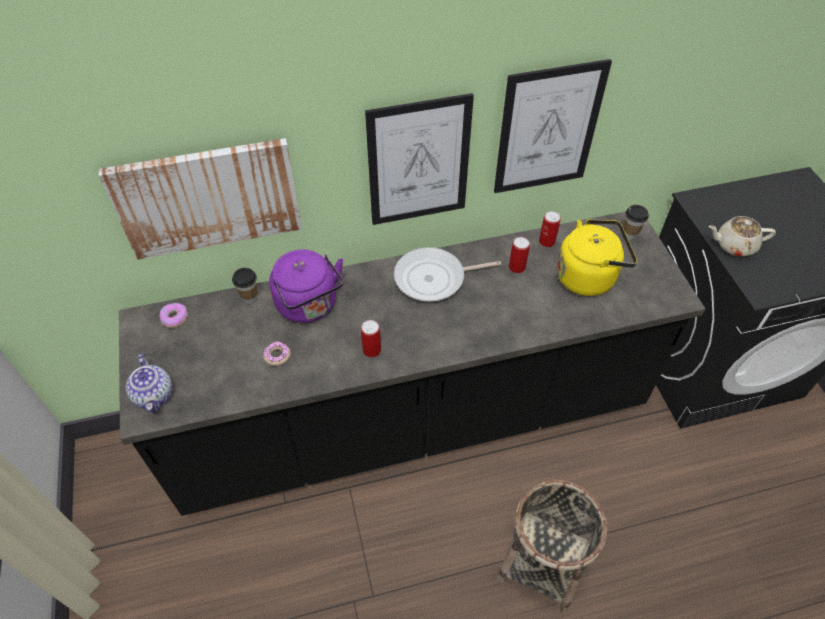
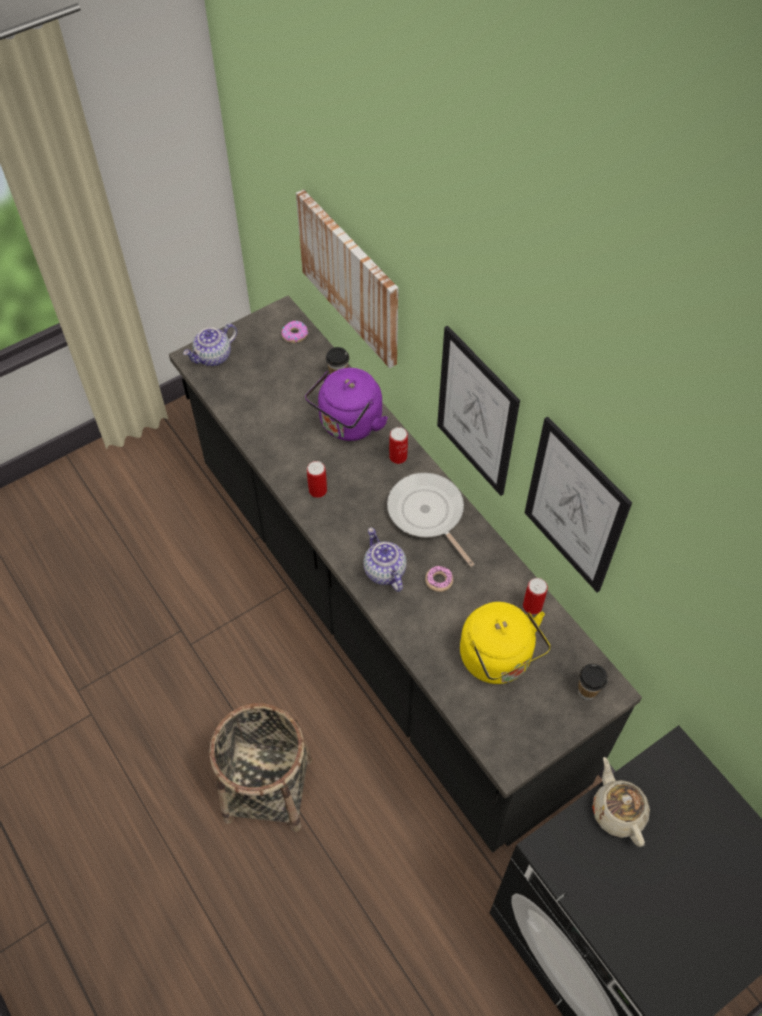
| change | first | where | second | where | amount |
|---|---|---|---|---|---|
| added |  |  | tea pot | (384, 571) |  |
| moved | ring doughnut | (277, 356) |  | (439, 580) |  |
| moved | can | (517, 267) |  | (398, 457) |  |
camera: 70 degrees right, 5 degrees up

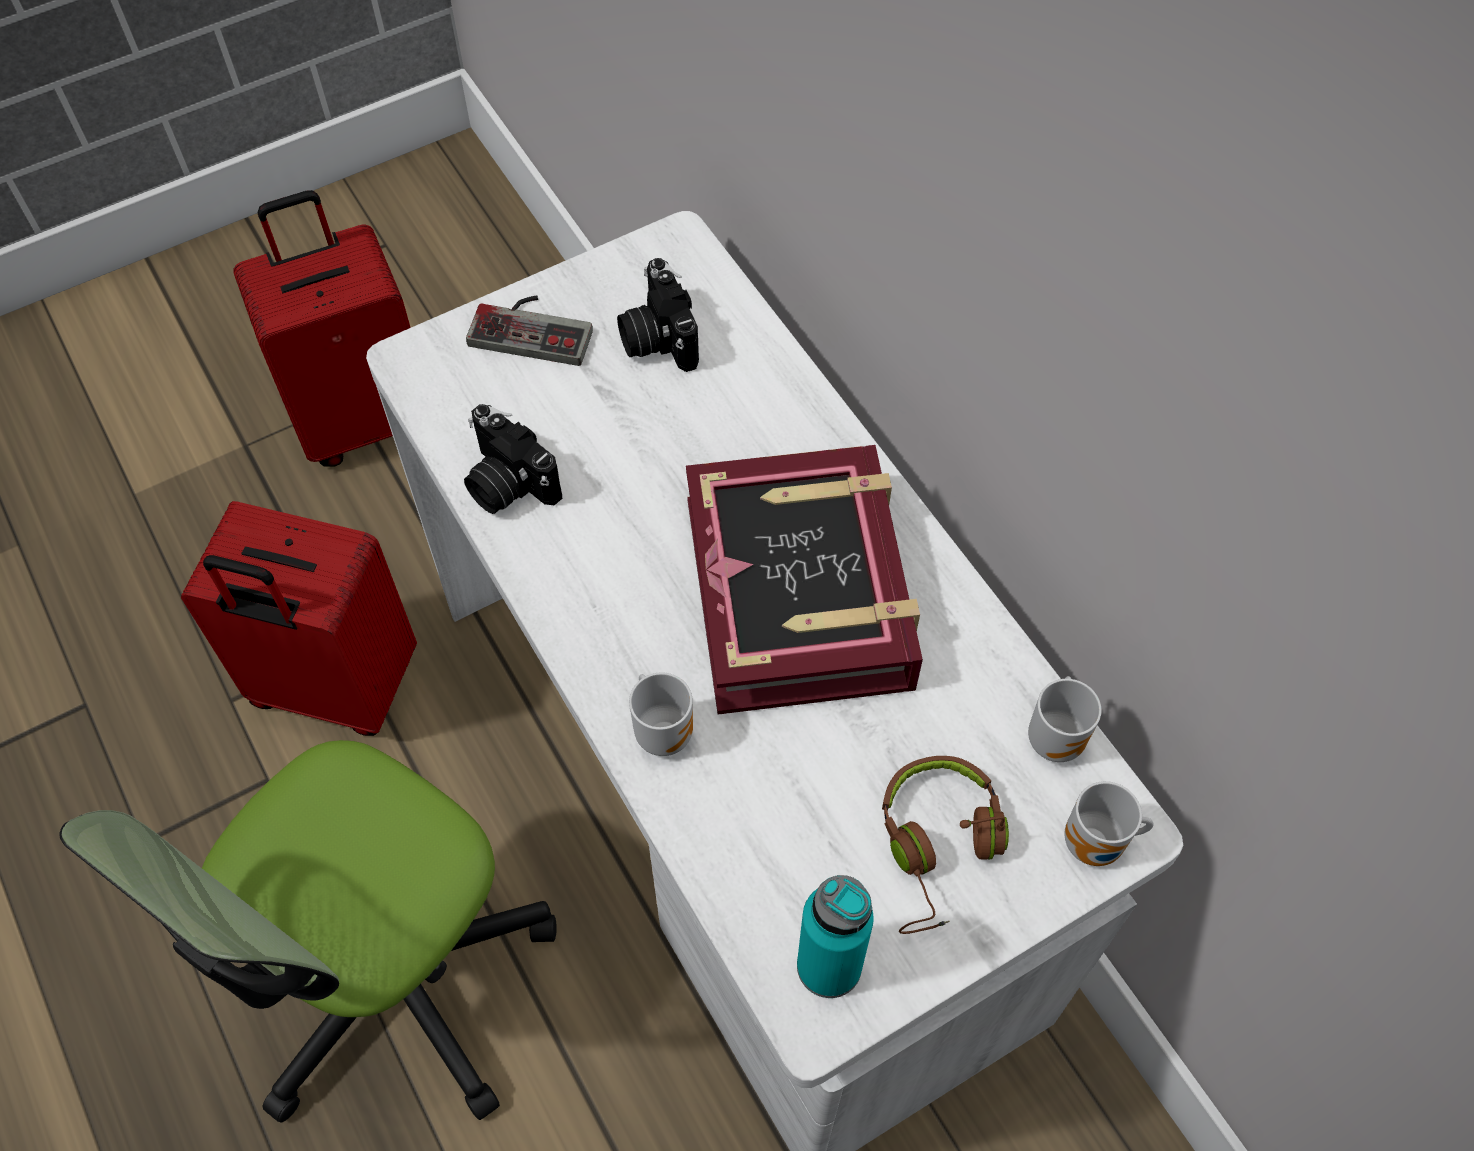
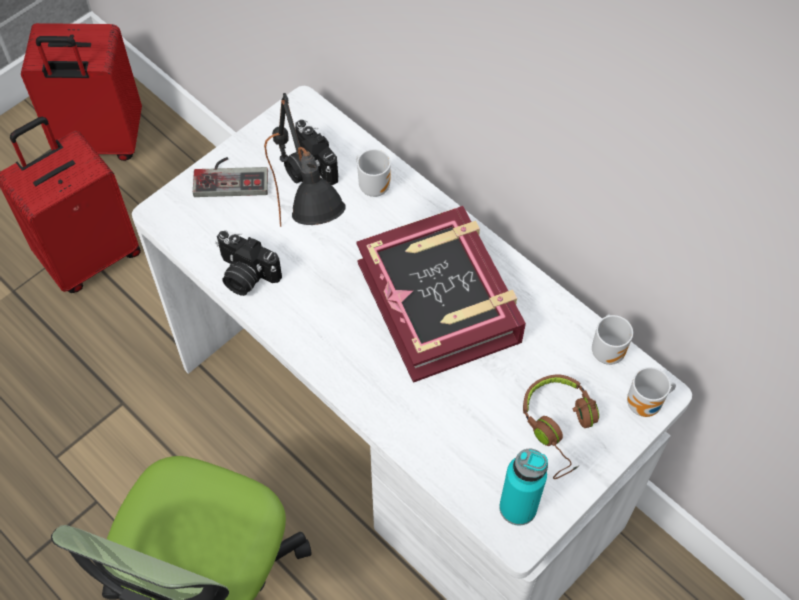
| change | first | where | second | where | amount |
|---|---|---|---|---|---|
| added |  |  | black lamp for a table | (312, 260) |  |
| moved | red-coloured travel case | (334, 688) |  | (99, 142) |  |
| moved | coffee mug | (664, 730) |  | (374, 186) |  |
camera: 15 degrees left, 0 degrees up

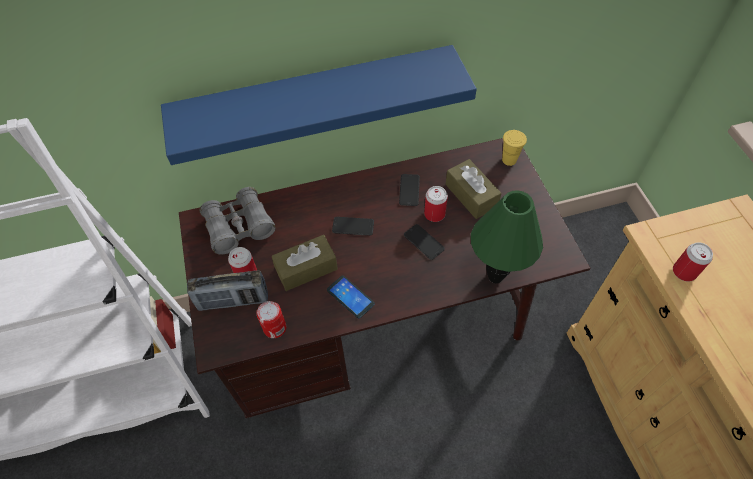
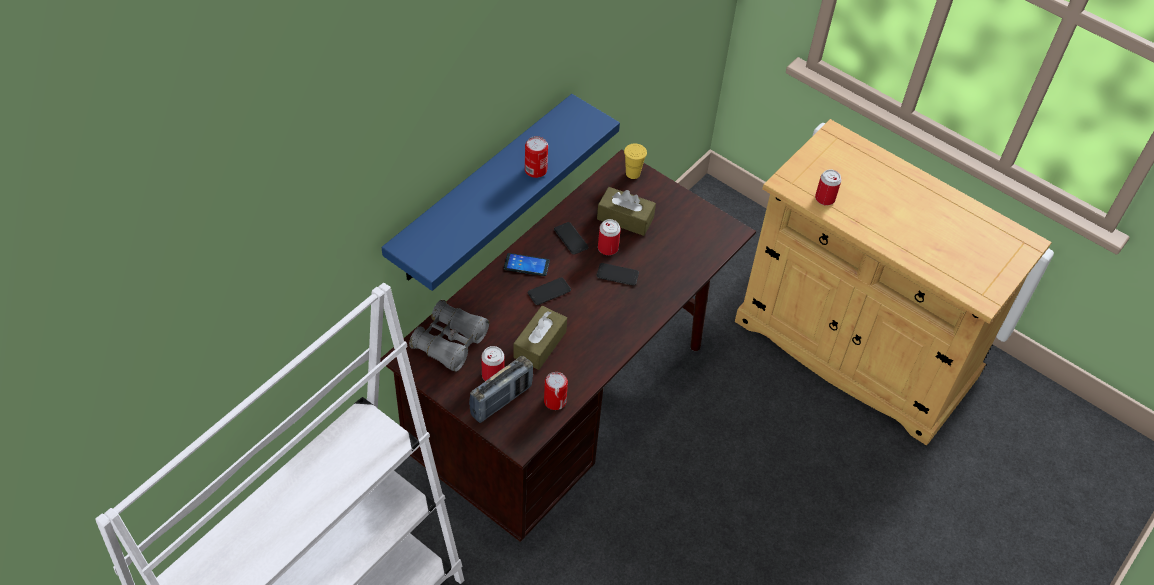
| change | first | where | second | where | amount |
|---|---|---|---|---|---|
| removed | green-coloured lamp for a table | (496, 276) |  |  |  |
| added |  |  | can | (535, 170) |  |
| moved | handset | (350, 297) |  | (526, 265) |  |
camera: 40 degrees left, 5 degrees down

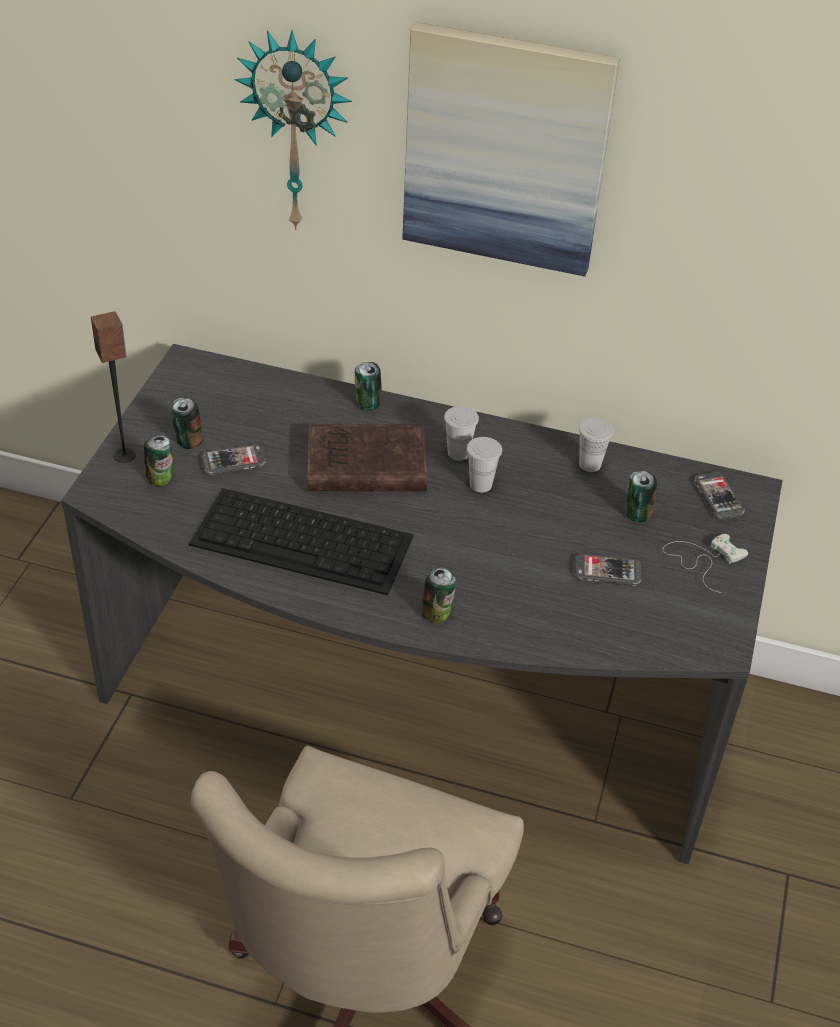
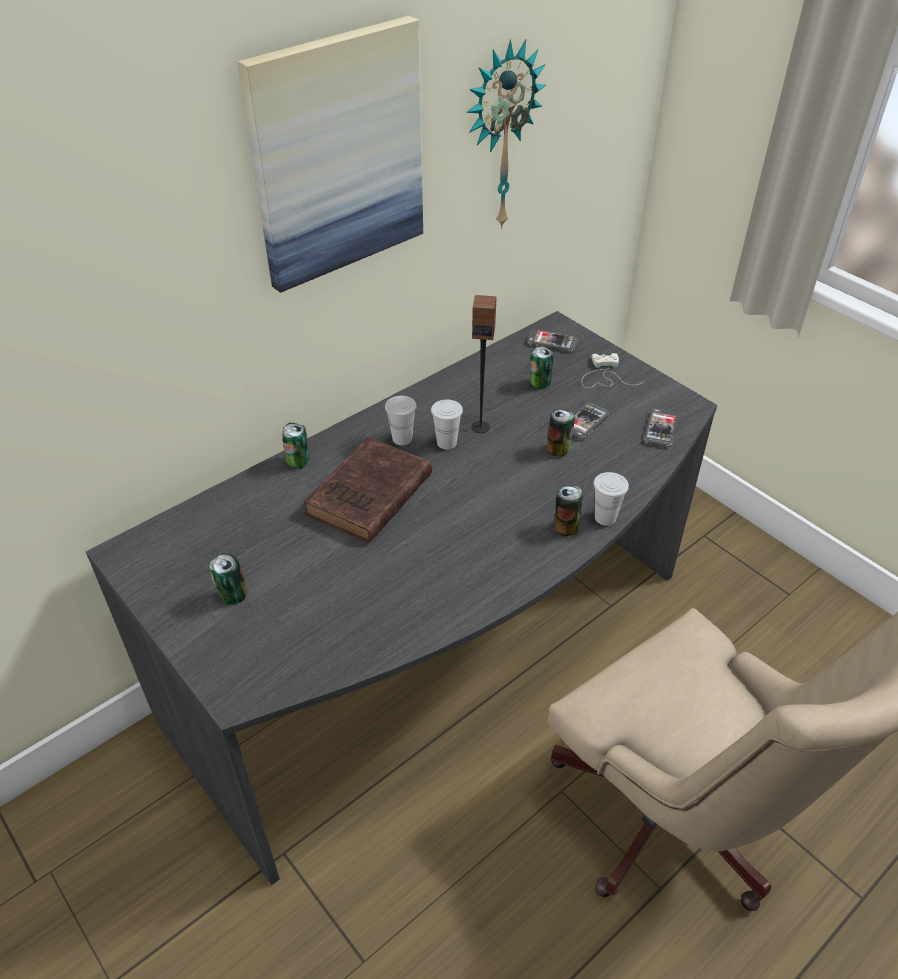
| change | first | where | second | where | amount |
|---|---|---|---|---|---|
| removed | keyboard | (304, 540) |  |  |  |
| moved | audio speaker | (125, 455) |  | (480, 427) |  |
| moved | can | (161, 479) |  | (558, 449) |  |
| moved | handset | (233, 461) |  | (660, 429) |  |
| moved | hanging clock | (297, 131) |  | (499, 138) |  |
| moved | white small cup | (590, 464) |  | (605, 517) |  |
camera: 55 degrees left, 0 degrees up

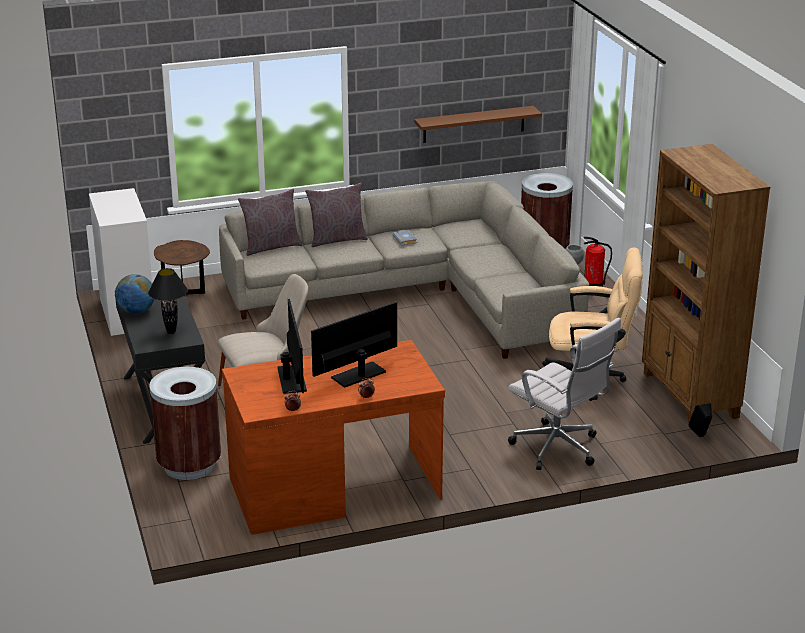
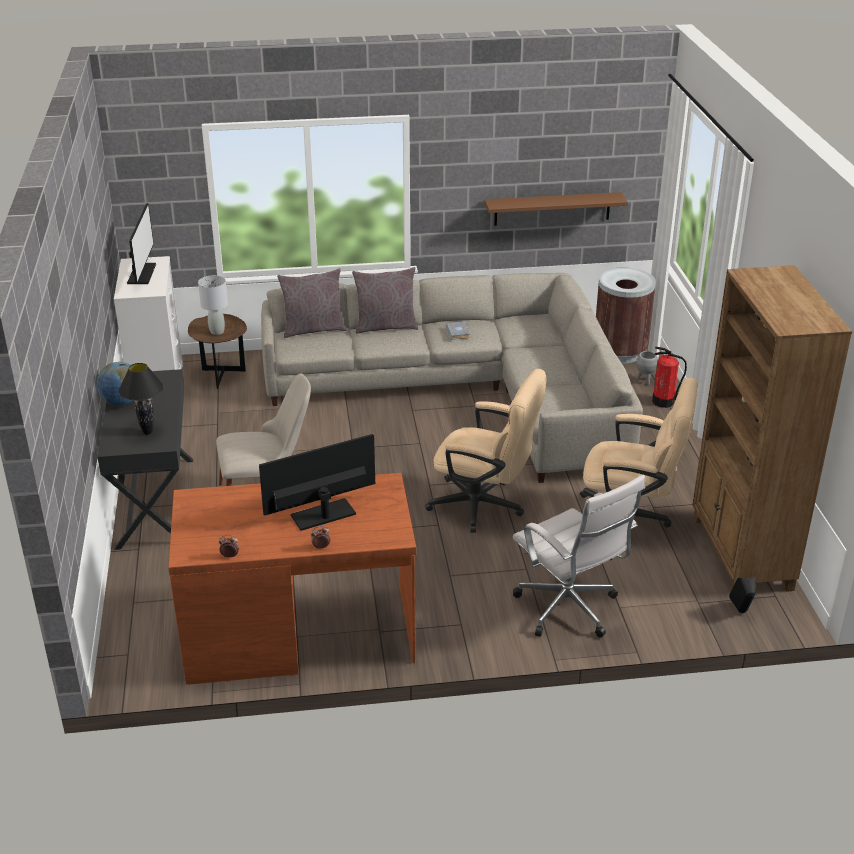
| change | first | where | second | where | amount |
|---|---|---|---|---|---|
| removed | brownish rubbish bin | (189, 465) |  |  |  |
| added |  |  | gray lamp for a table | (217, 331) |  |
| added |  |  | beige desk chair | (484, 506) |  |
| moved | computer screen | (291, 379) |  | (141, 274) |  |
camera: 10 degrees right, 5 degrees up

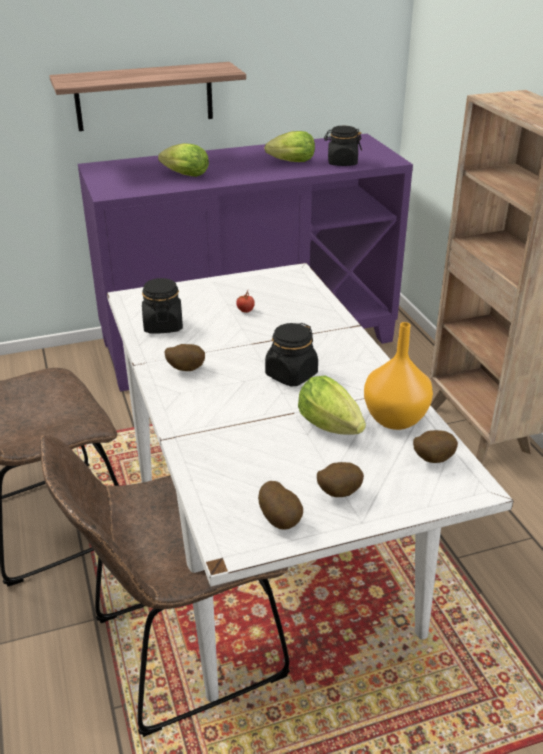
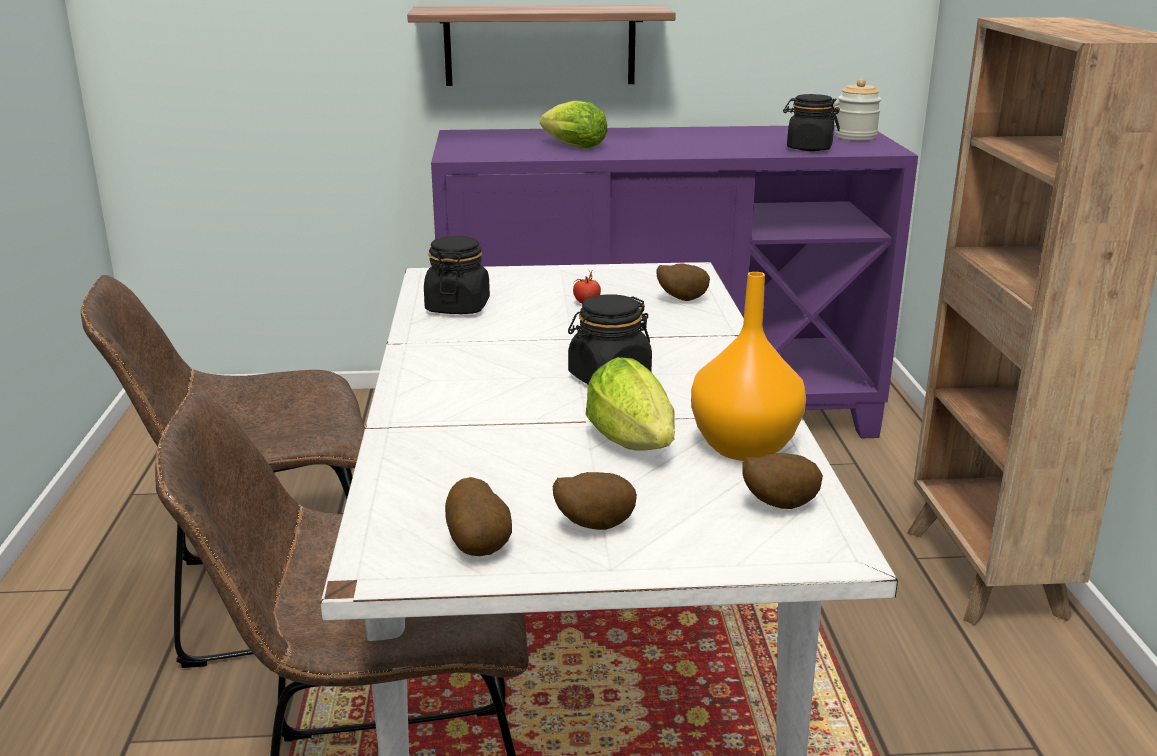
| change | first | where | second | where | amount |
|---|---|---|---|---|---|
| removed | lettuce head | (289, 162) |  |  |  |
| added |  |  | jar | (855, 137) |  |
| moved | potato | (185, 369) |  | (681, 299) |  |
camera: 15 degrees right, 10 degrees down

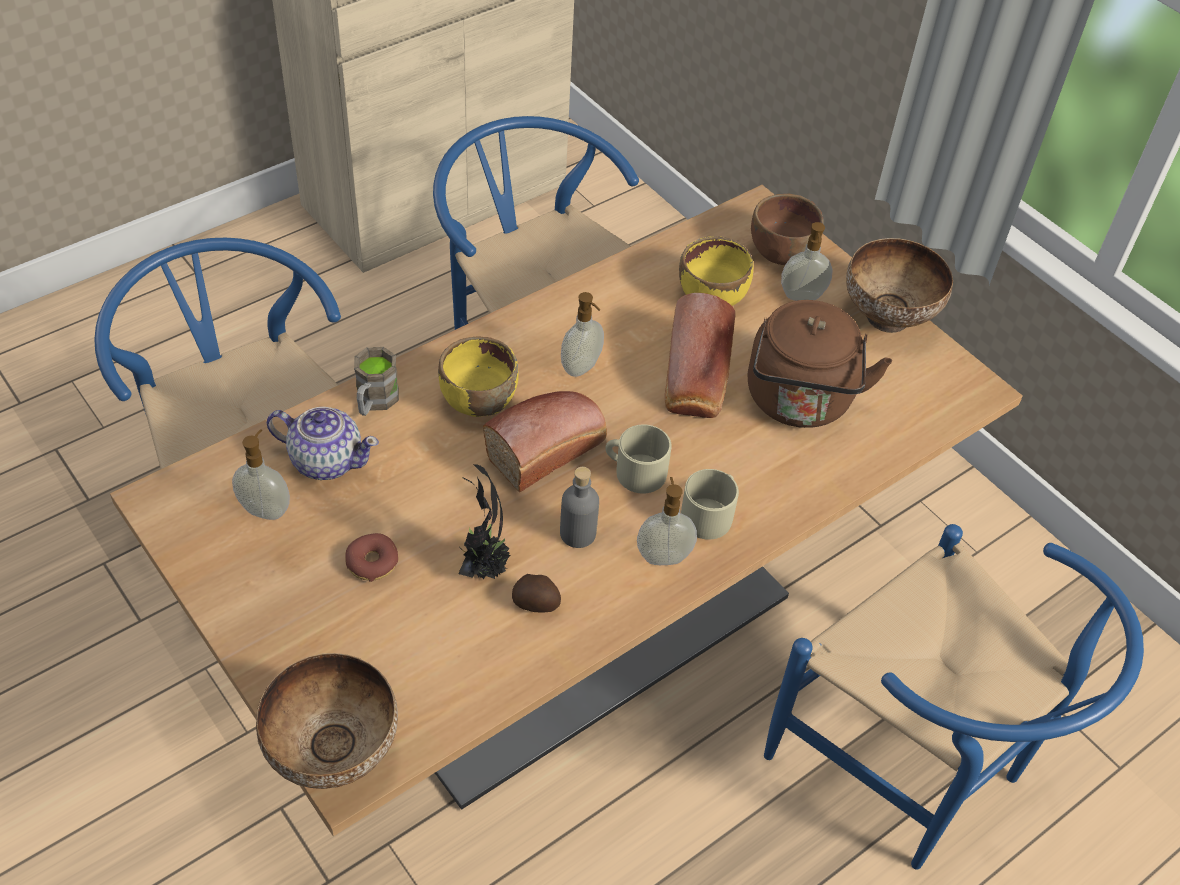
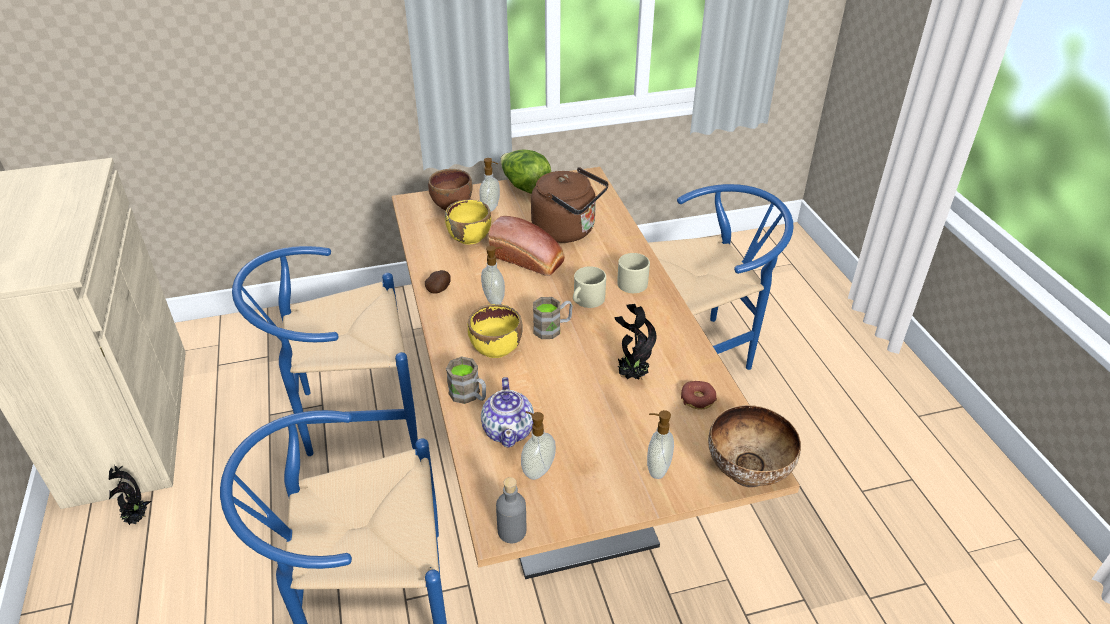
| change | first | where | second | where | amount |
|---|---|---|---|---|---|
| added |  |  | potted plant | (137, 518) |  |
| moved | ring doughnut | (372, 563) |  | (698, 399) |  |
| moved | potato | (536, 604) |  | (439, 289) |  |
| moved | gray bottle | (578, 533) |  | (512, 531) |  |
| moved | soap dispenser | (663, 556) |  | (657, 468) |  |
| replaced | baked bread | (549, 449) | brownish coffee mug | (552, 328) |  |
| replaced | serving bowl | (886, 318) | lettuce head | (525, 187) |  |
| turned | tea pot | (326, 460) |  | (509, 430) | 135 degrees clockwise |
camera: 65 degrees left, 10 degrees down

